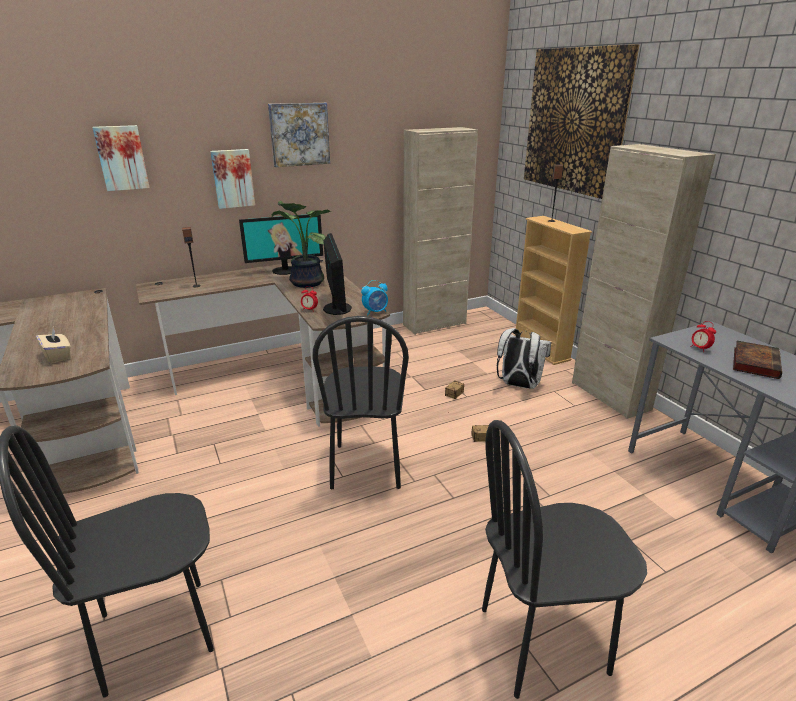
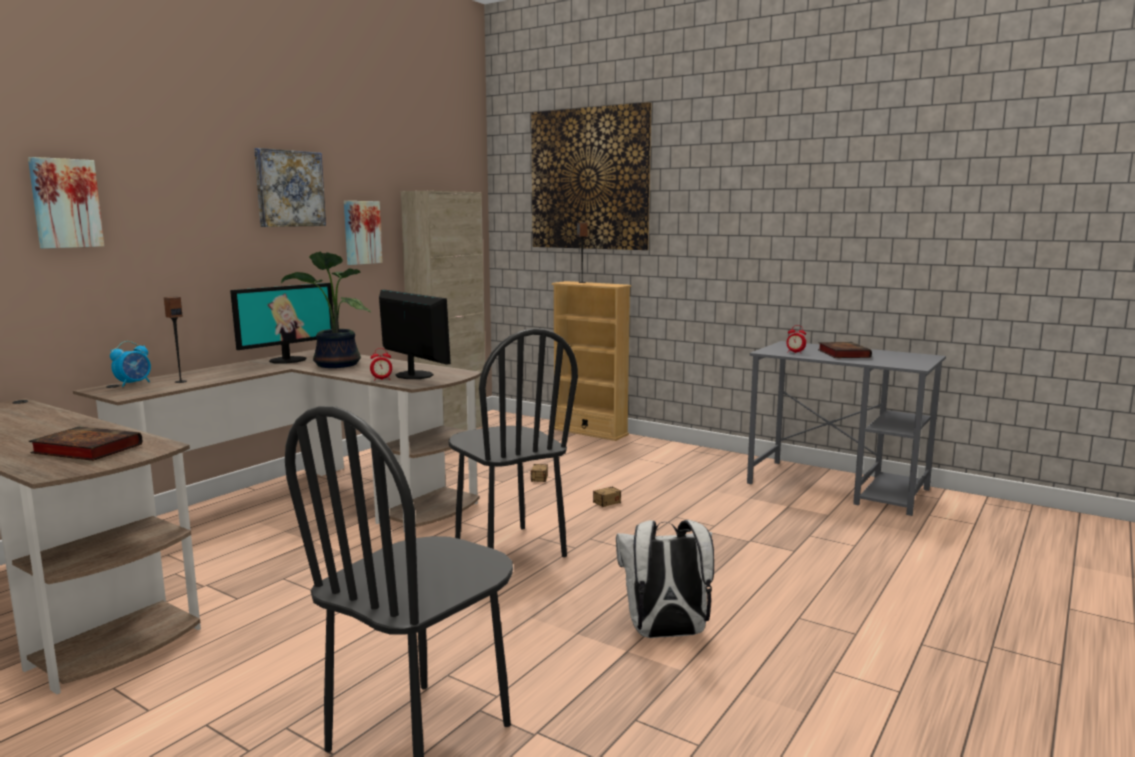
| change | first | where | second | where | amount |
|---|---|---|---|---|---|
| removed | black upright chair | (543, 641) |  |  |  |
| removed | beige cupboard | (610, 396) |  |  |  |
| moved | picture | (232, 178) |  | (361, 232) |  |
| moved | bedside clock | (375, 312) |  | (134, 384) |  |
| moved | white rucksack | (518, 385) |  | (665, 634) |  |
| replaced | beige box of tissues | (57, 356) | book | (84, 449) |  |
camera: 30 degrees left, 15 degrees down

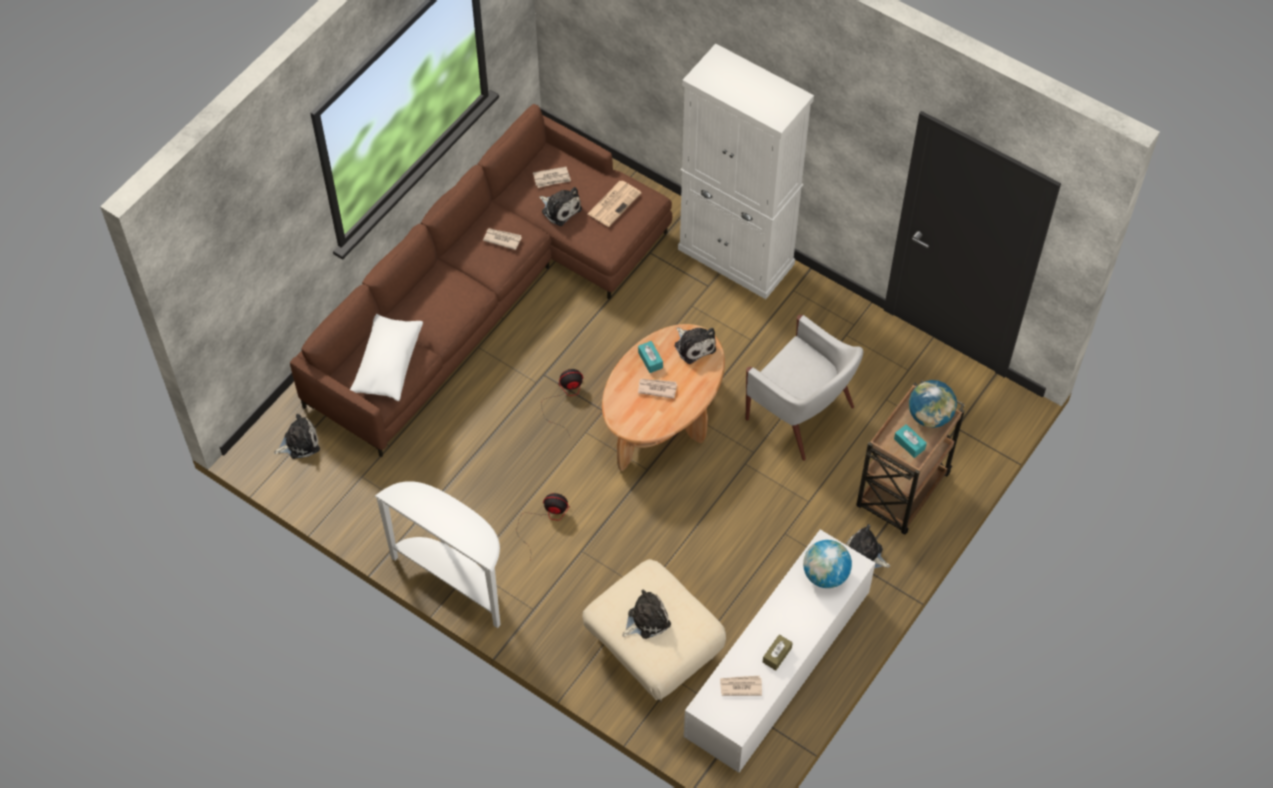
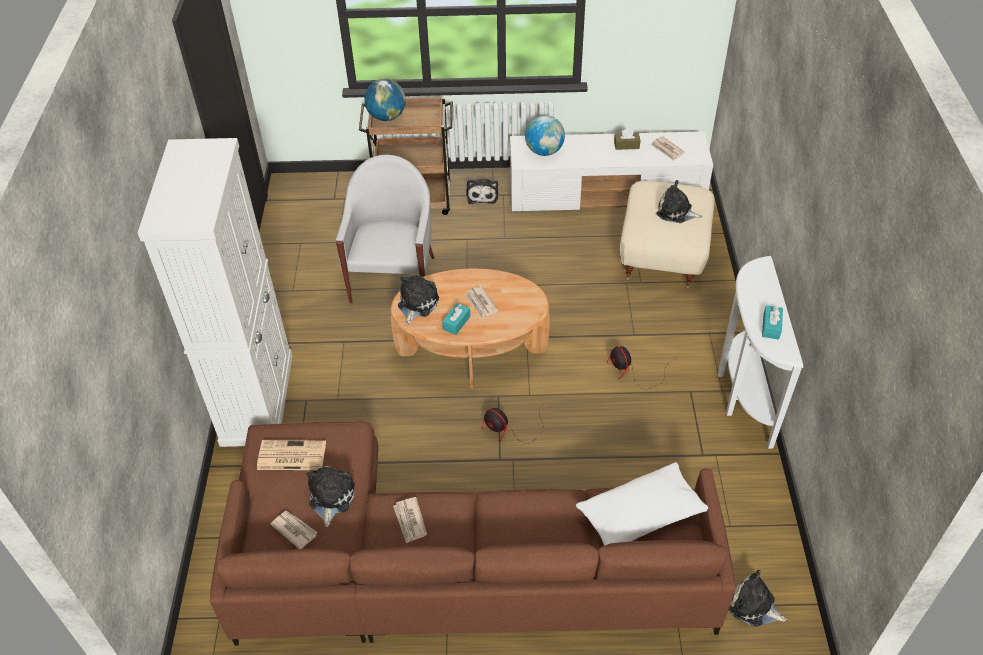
| change | first | where | second | where | amount |
|---|---|---|---|---|---|
| moved | blue-green box of tissues | (909, 444) |  | (771, 326) |  |
camera: 125 degrees left, 10 degrees down

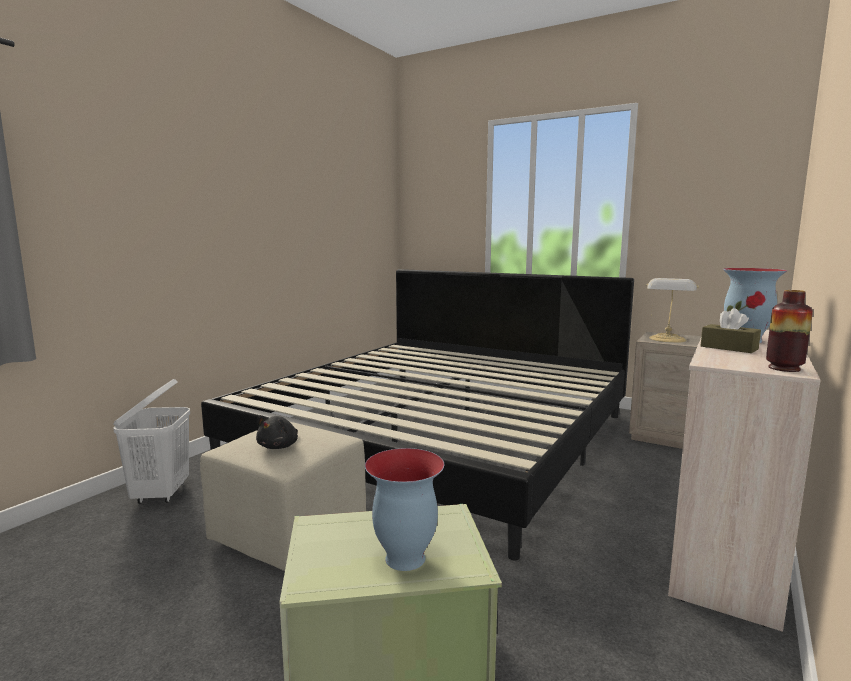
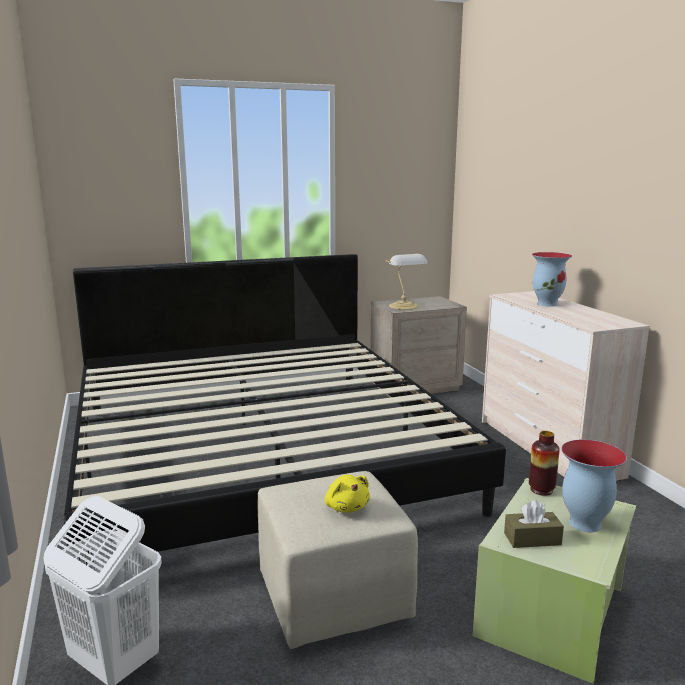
| change | first | where | second | where | amount |
|---|---|---|---|---|---|
| moved | brownish box of tissues | (729, 348) |  | (532, 539) |  |
| moved | vase | (784, 368) |  | (541, 490) |  |
| recoloured | black plush toy | (279, 446) | yellowish plush toy | (346, 507) |  |
camera: 50 degrees left, 5 degrees up

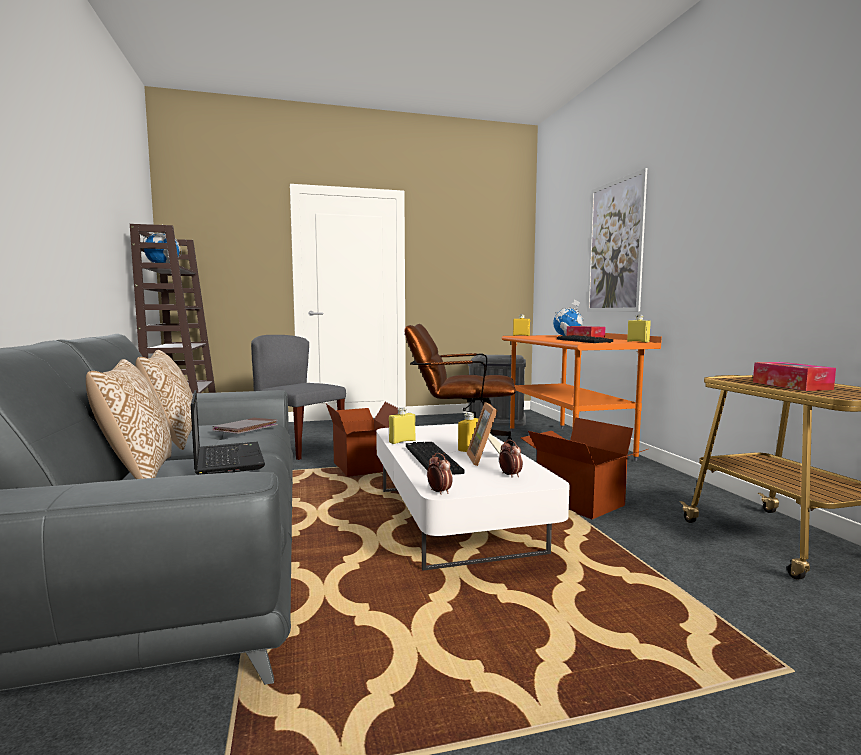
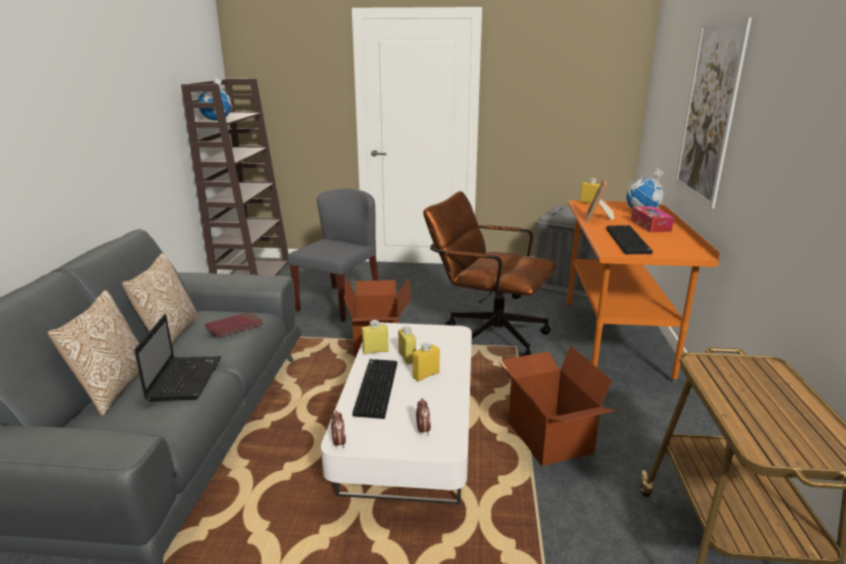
| change | first | where | second | where | amount |
|---|---|---|---|---|---|
| removed | box of tissues | (791, 385) |  |  |  |
| moved | picture frame | (486, 459) |  | (598, 219) |  |
| moved | yellowish bottle | (638, 341) |  | (407, 357) |  |
| recoloured | gray book | (246, 429) | red-coloured book | (234, 327) |  |
| turned | gray upright chair | (298, 447) |  | (339, 303) | 60 degrees clockwise |
camera: 20 degrees right, 15 degrees up

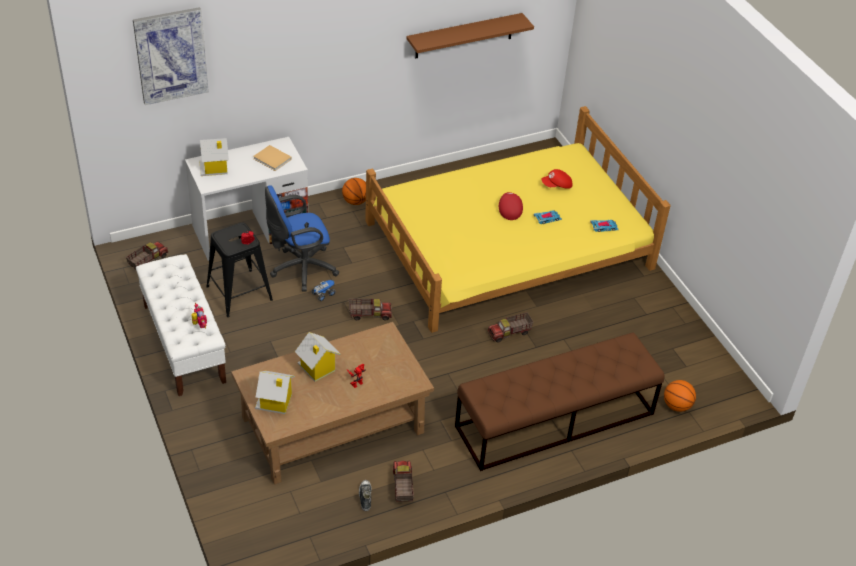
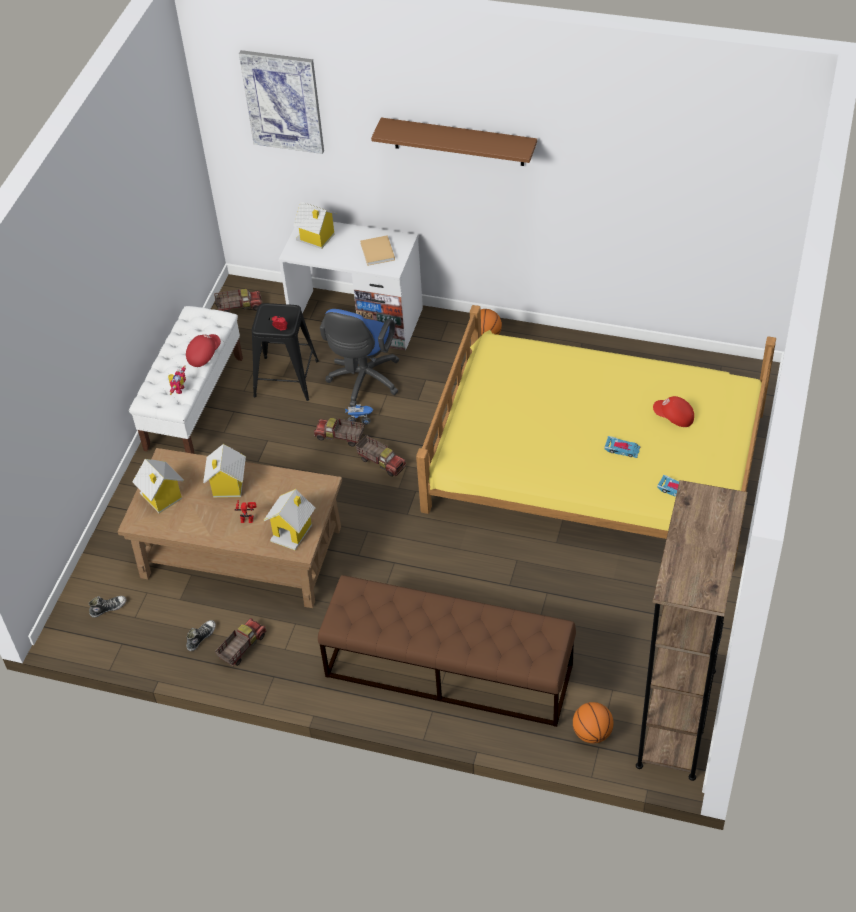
| change | first | where | second | where | amount |
|---|---|---|---|---|---|
| added |  |  | shoe | (108, 608) |  |
| added |  |  | miniature house | (292, 531) |  |
| added |  |  | brownish shelving unit | (676, 717) |  |
| moved | brownish bracket shelf | (464, 36) |  | (458, 142) |  |
| moved | model truck | (509, 333) |  | (340, 437) |  |
| moved | red-coloured peaked cap | (509, 210) |  | (203, 354) |  |
| turned | blue-coloured desk chair | (300, 269) |  | (363, 382) | 90 degrees counterclockwise |
camera: 45 degrees right, 5 degrees up

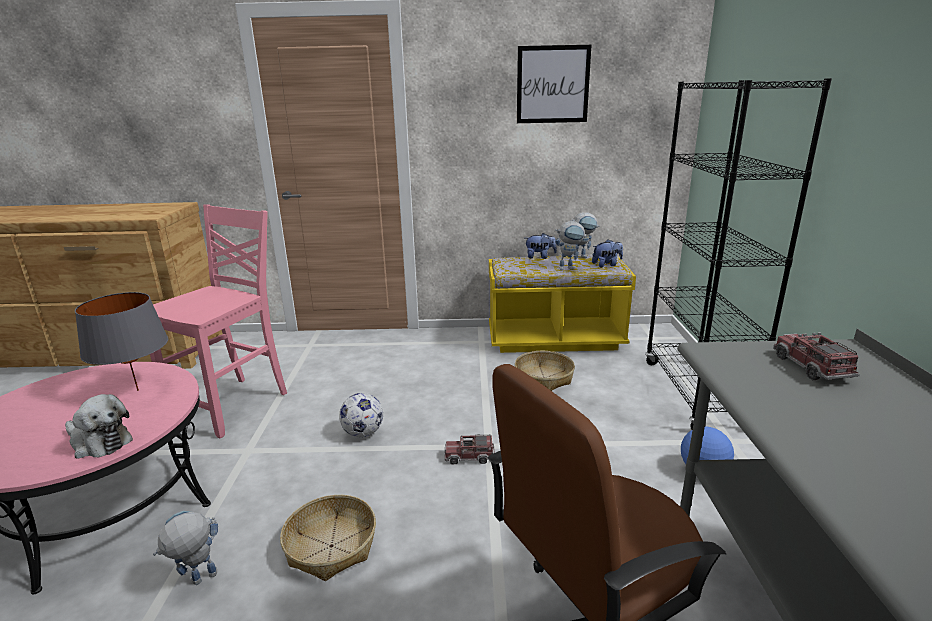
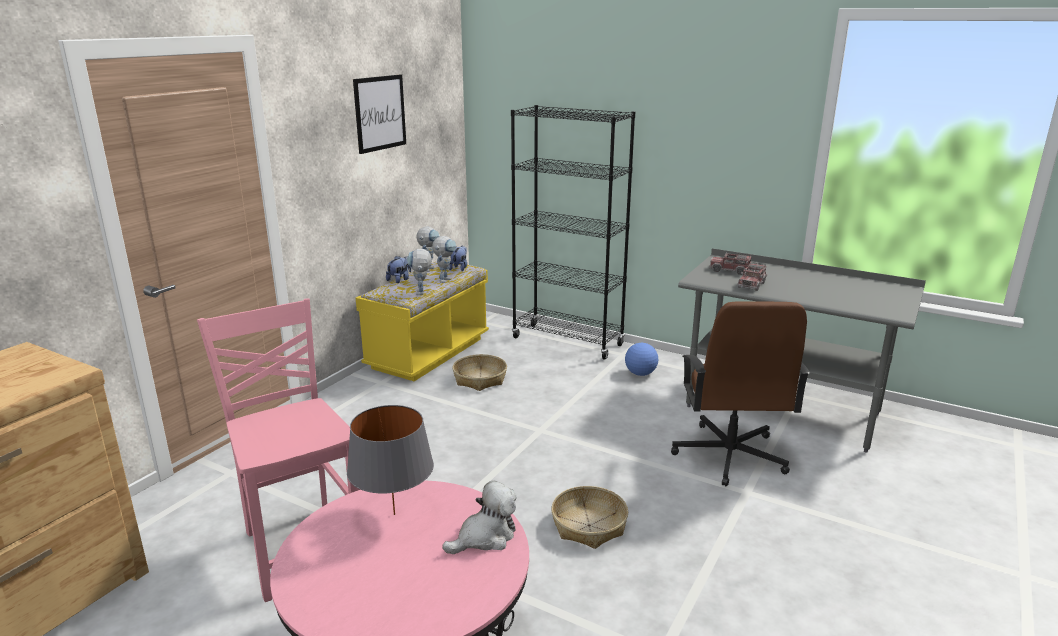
| change | first | where | second | where | amount |
|---|---|---|---|---|---|
| removed | ball for football | (363, 433) |  |  |  |
| moved | model robot | (198, 582) |  | (421, 294) |  |
| moved | model truck | (469, 456) |  | (751, 284) |  |
camera: 60 degrees left, 0 degrees up

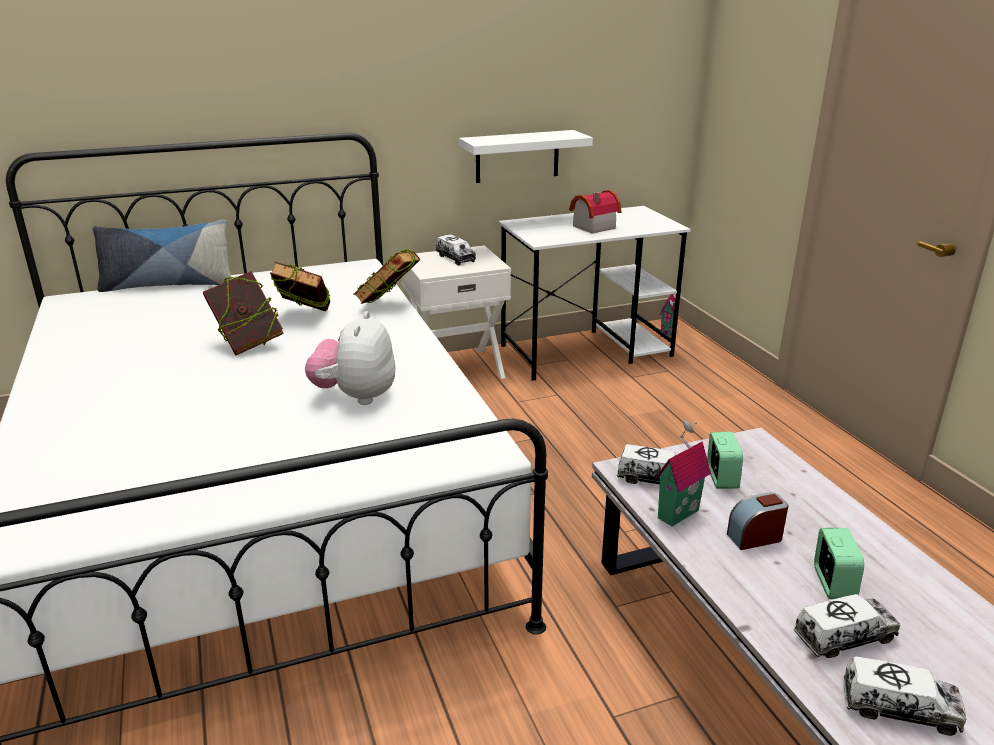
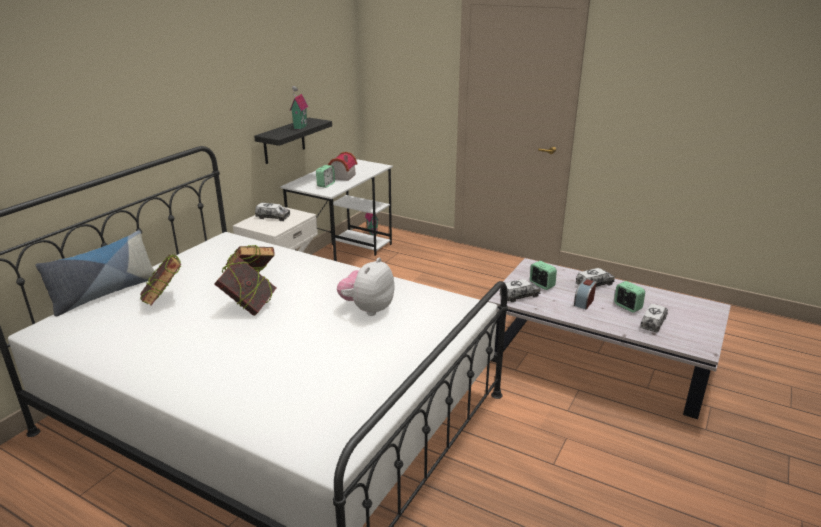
| change | first | where | second | where | amount |
|---|---|---|---|---|---|
| added |  |  | bedside clock | (326, 185) |  |
| moved | book | (389, 306) |  | (164, 300) |  |
| moved | miniature house | (676, 512) |  | (299, 127) |  |
| moved | model truck | (899, 708) |  | (594, 284) |  |
| recoloured | white bracket shelf | (517, 156) | black bracket shelf | (284, 141) |  |
| turned | plush toy | (356, 396) |  | (367, 309) | 60 degrees clockwise |
camera: 40 degrees left, 0 degrees up

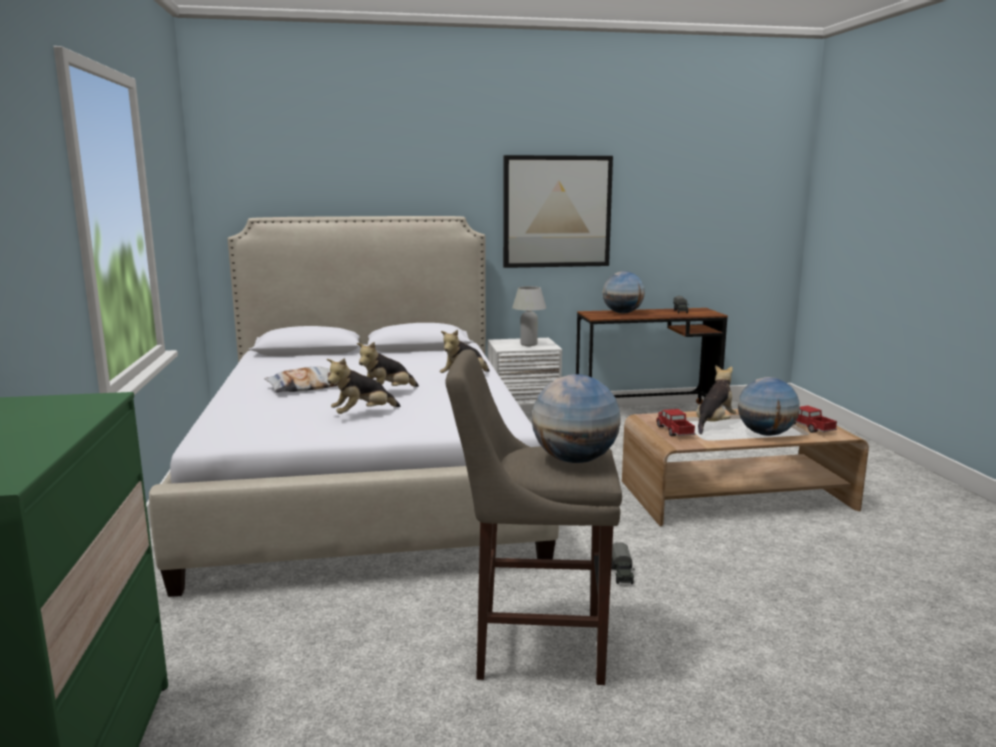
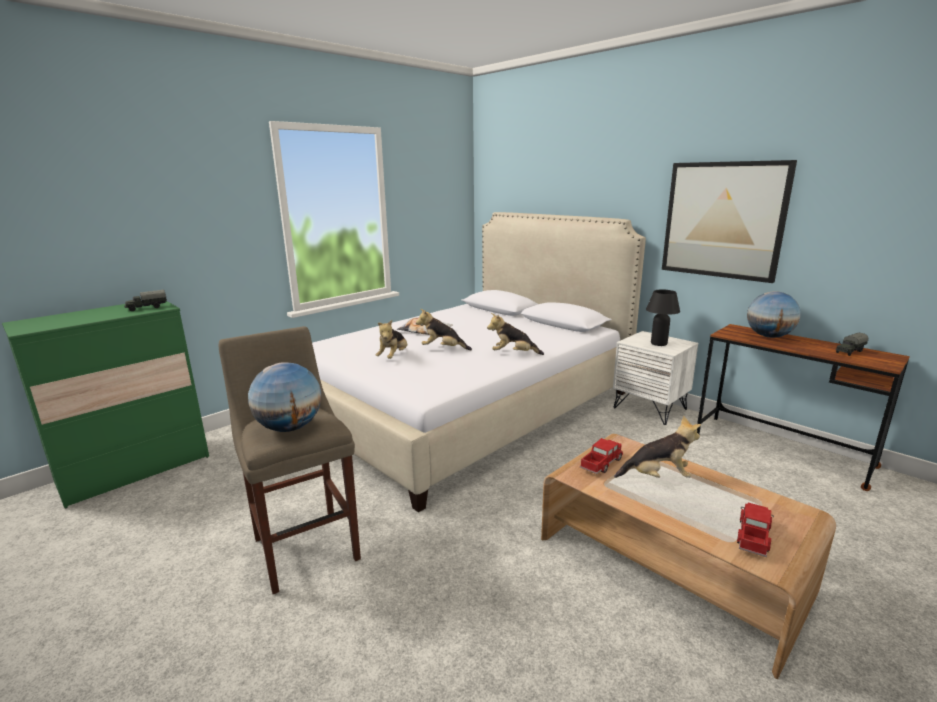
| change | first | where | second | where | amount |
|---|---|---|---|---|---|
| removed | desk globe | (765, 434) |  |  |  |
| moved | model truck | (621, 574) |  | (147, 308) |  |
| recoloured | white lamp for a table | (528, 344) | black lamp for a table | (659, 344) |  |
| turned | plush toy | (362, 414) |  | (393, 357) | 90 degrees counterclockwise |
camera: 55 degrees right, 5 degrees up

